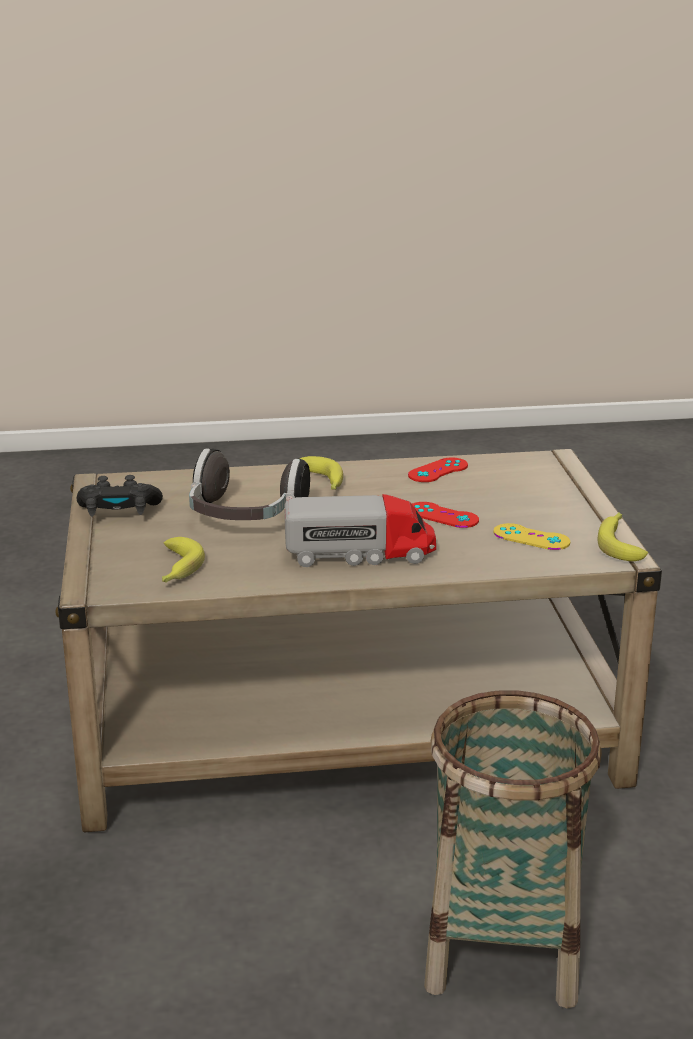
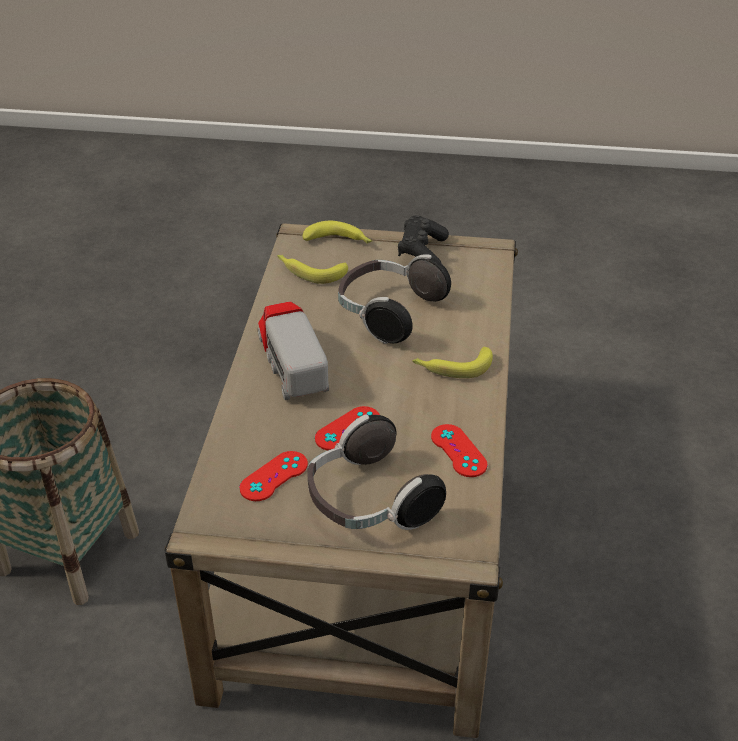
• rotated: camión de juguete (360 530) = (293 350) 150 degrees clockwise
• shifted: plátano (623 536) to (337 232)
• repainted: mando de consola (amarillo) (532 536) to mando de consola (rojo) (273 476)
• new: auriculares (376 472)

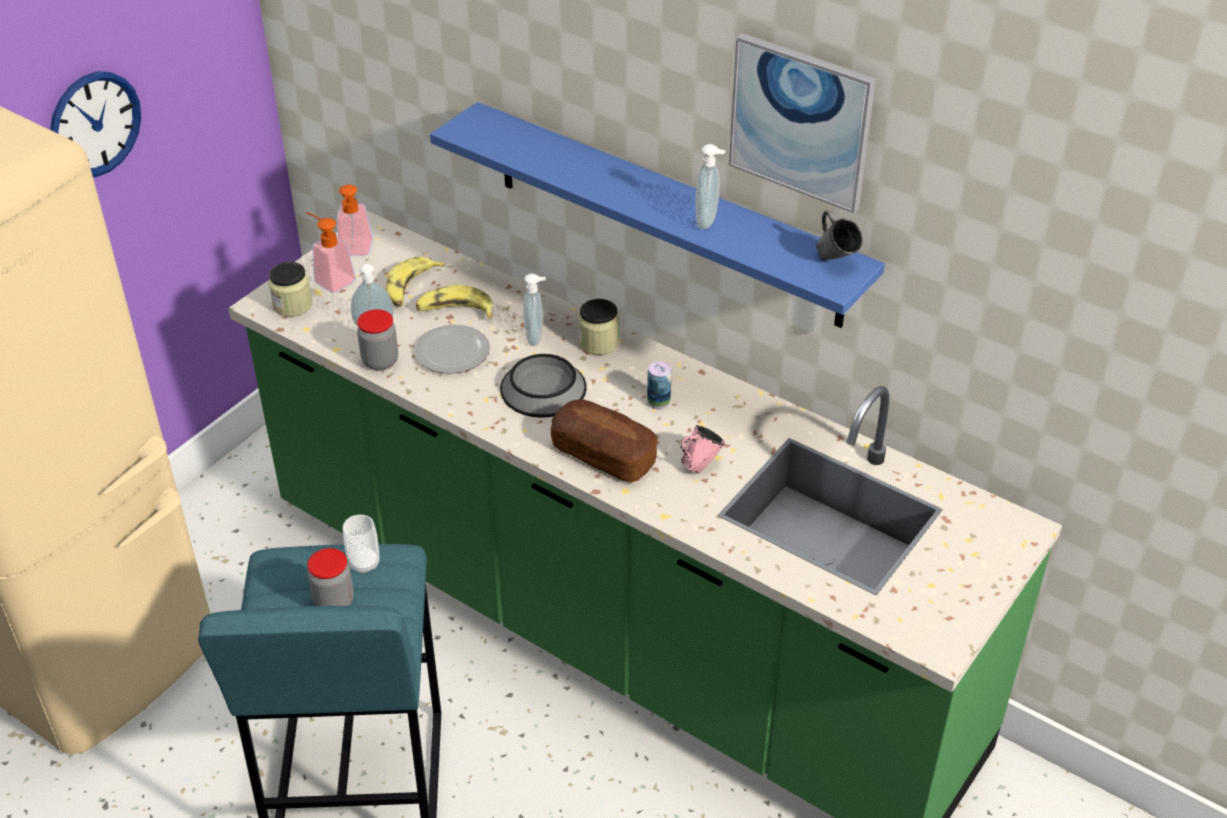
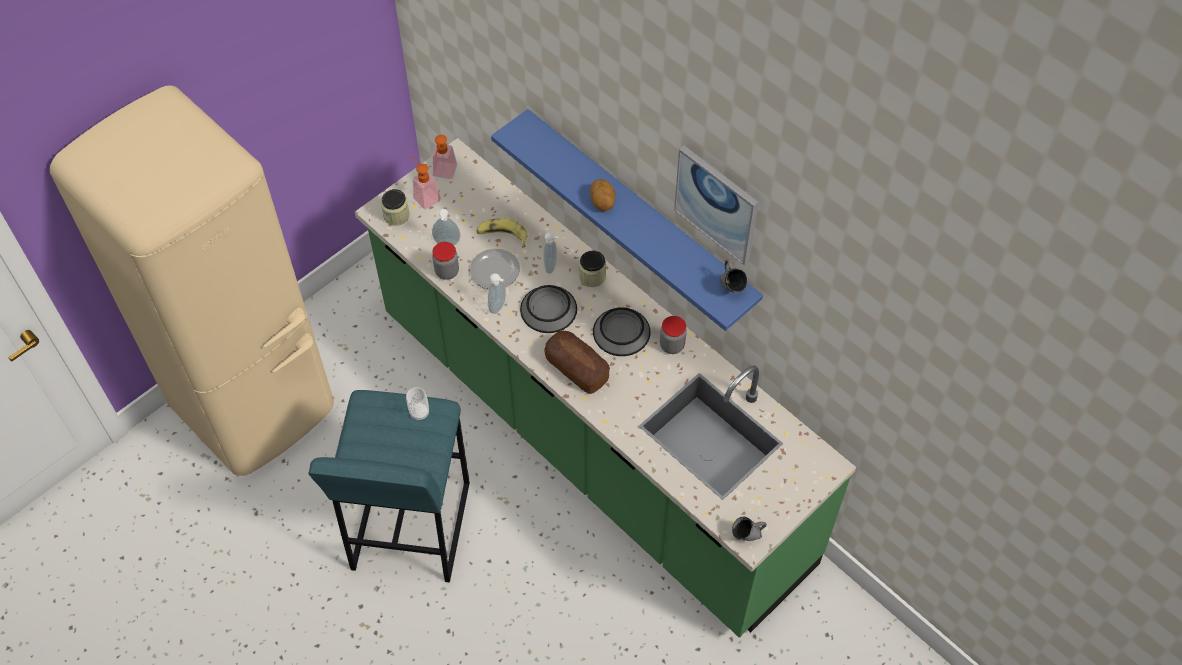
• gone: reloj de pared (95 124)
• shifted: dispensador de jabón (710 186) to (497 293)
• gone: plátano (415 281)
• swapped: lata (659 385) to cuenco (622 331)
• gone: taza grande (rosa) (703 449)
• shifted: tarro (330 577) to (673 335)
• new: patata (603 195)
• new: taza grande (gris) (749 529)

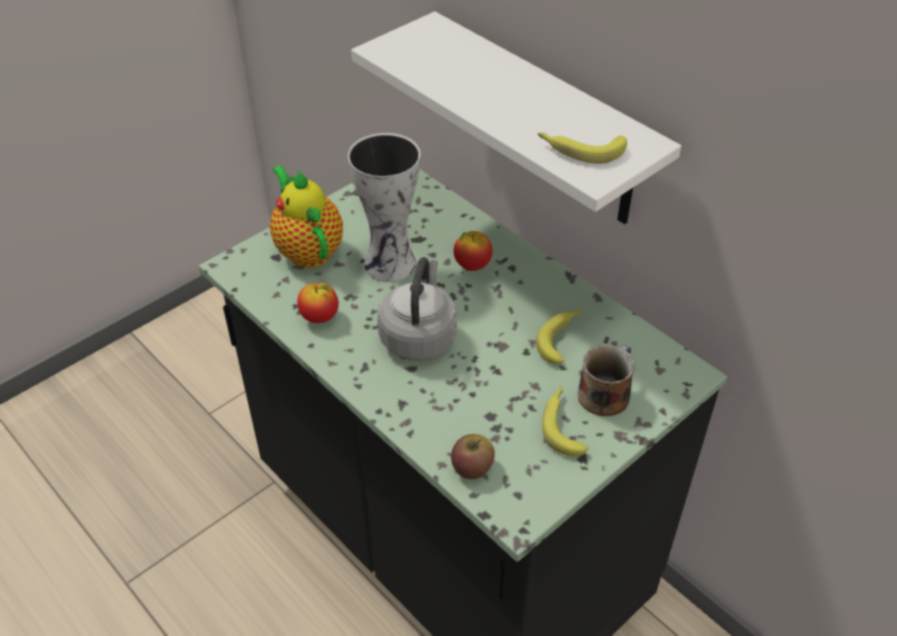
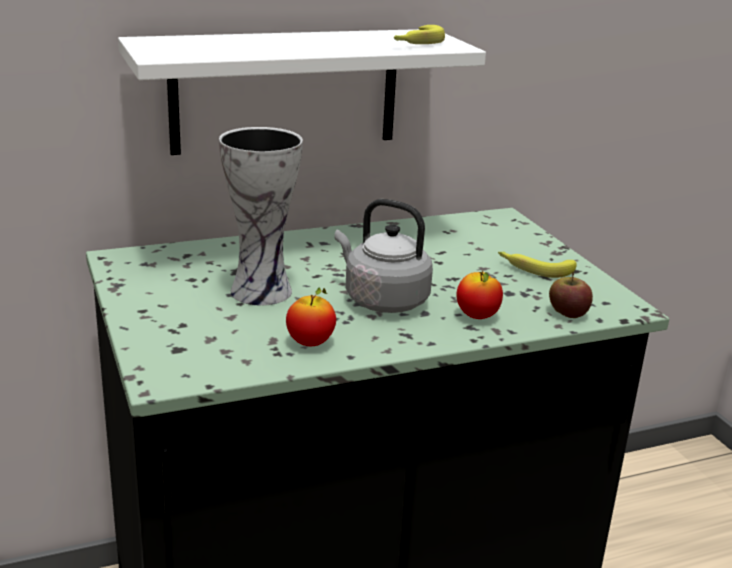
• gone: tetera (306 216)
• shifted: manzana (473 251) to (479 295)
• gone: plátano (559 336)
• gone: taza grande (606 380)

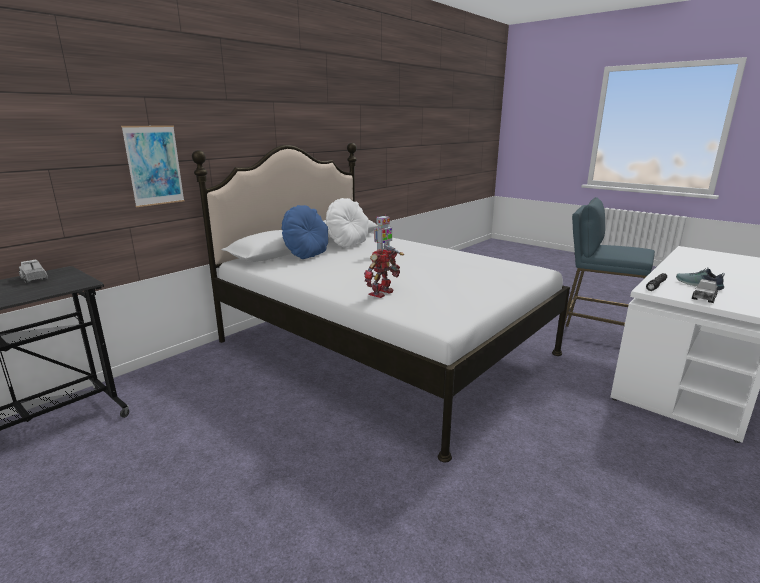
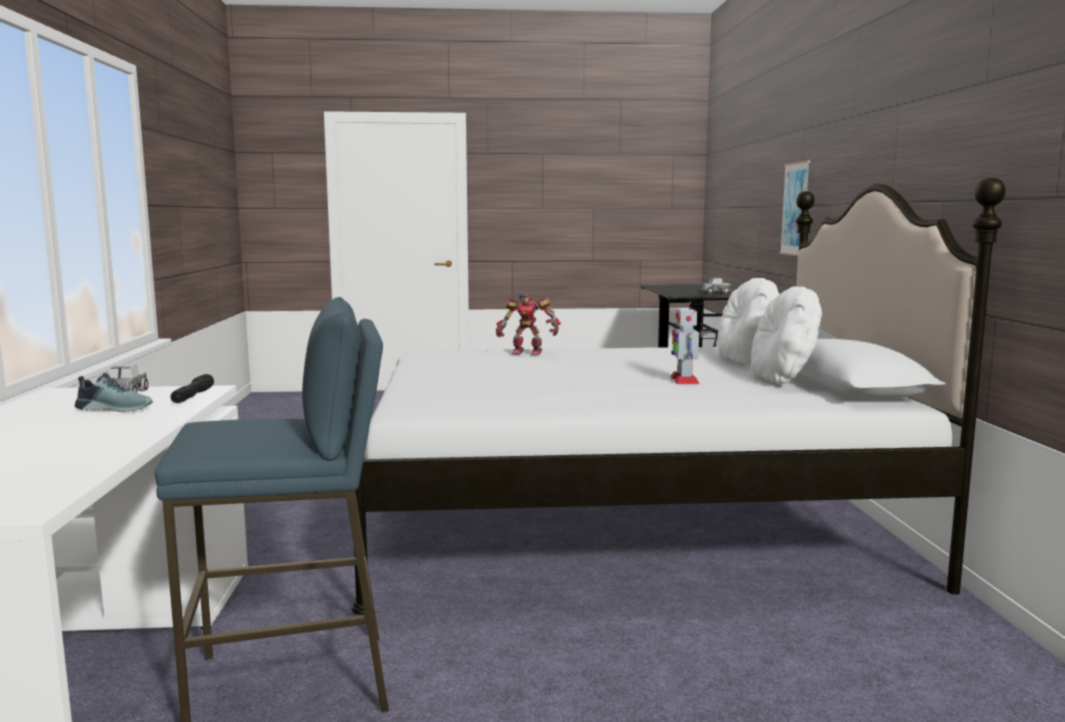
• repainted: cojín (azul) (305 232) to cojín (blanco) (748 321)
• rotated: robot de juguete (384 271) = (528 323) 105 degrees clockwise

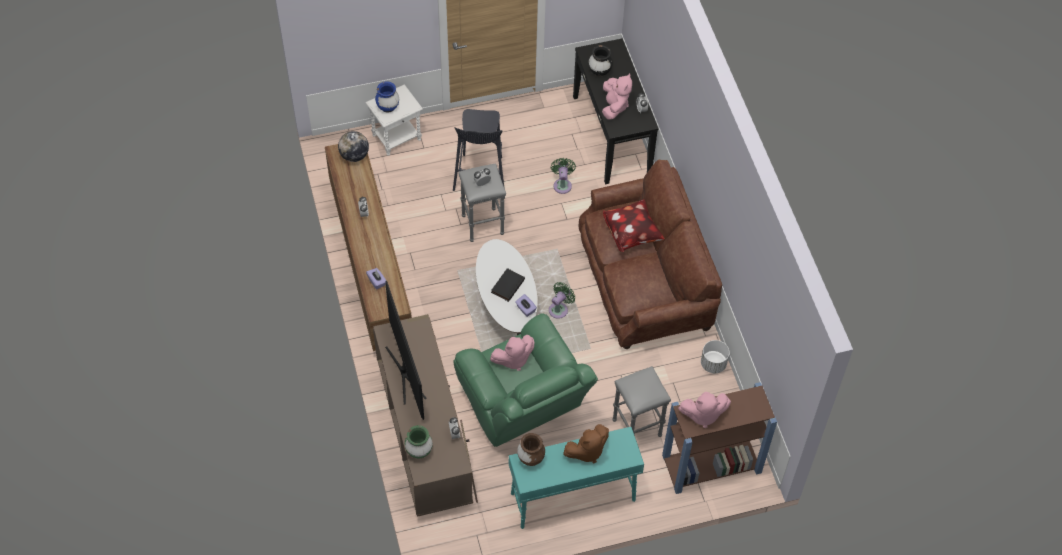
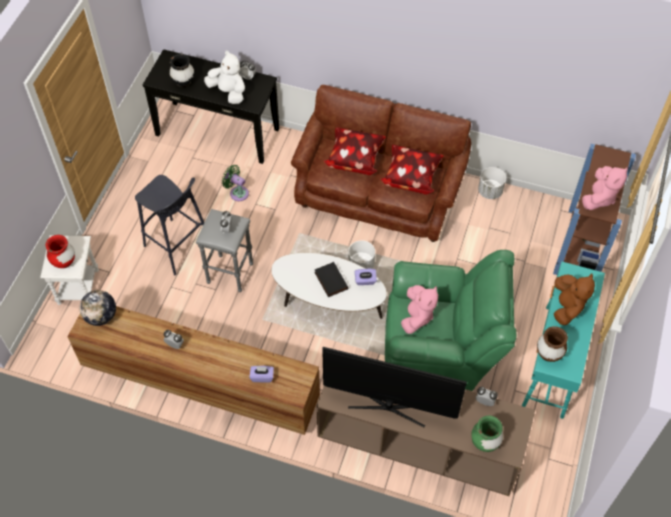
• repainted: peluche (rosa) (617 96) to peluche (blanco) (224 77)
• repainted: florero (azul) (387 97) to florero (rojo) (60 251)
• swapped: ventilador (verde) (562 300) to maceta (blanco) (361 254)
• gone: taburete (gris) (642 401)
• new: cojín (412 170)

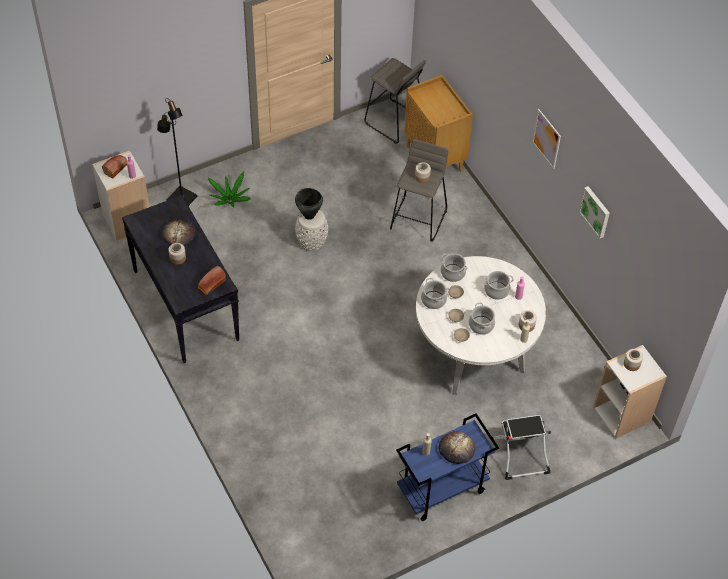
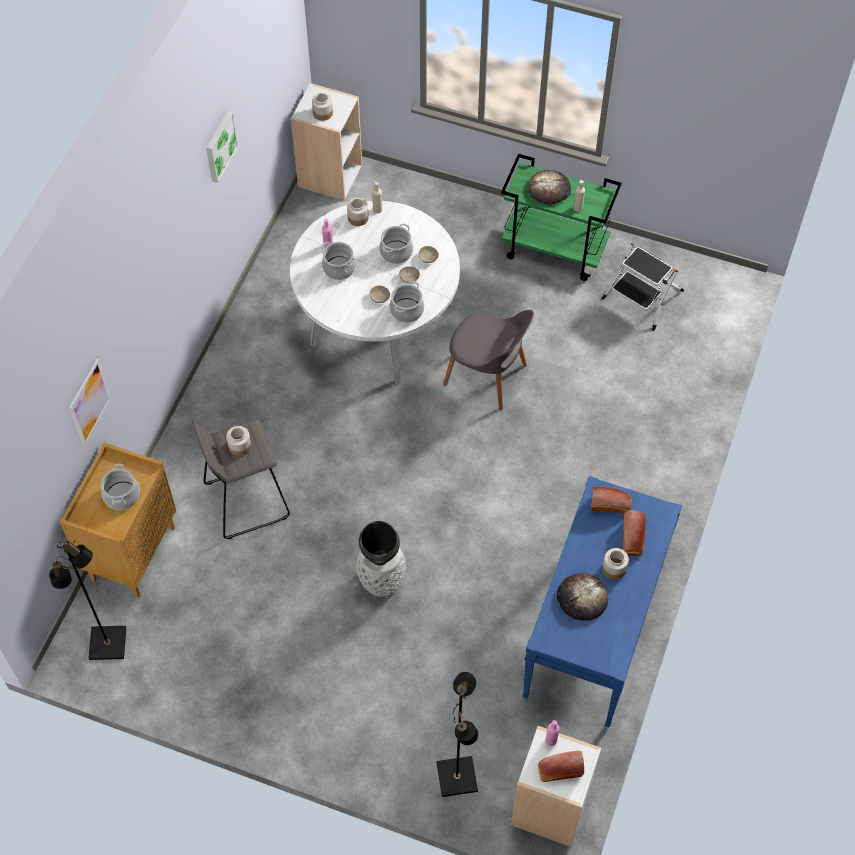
• swapped: taburete (gris) (395 101) to lámpara de pie (negro) (87 600)
• shifted: cuadro (546 139) to (90 402)
• gone: planta en maceta (229 189)
• repainted: mesa consola (negro) (181 279) to mesa consola (azul) (602 601)
• shifted: olla (454 267) to (120 487)
• repainted: carrito (azul) (447 467) to carrito (verde) (561 217)
• shifted: escalera de tijera (521 447) to (642 287)
• new: silla (gris) (488 360)
• new: pan (634 533)

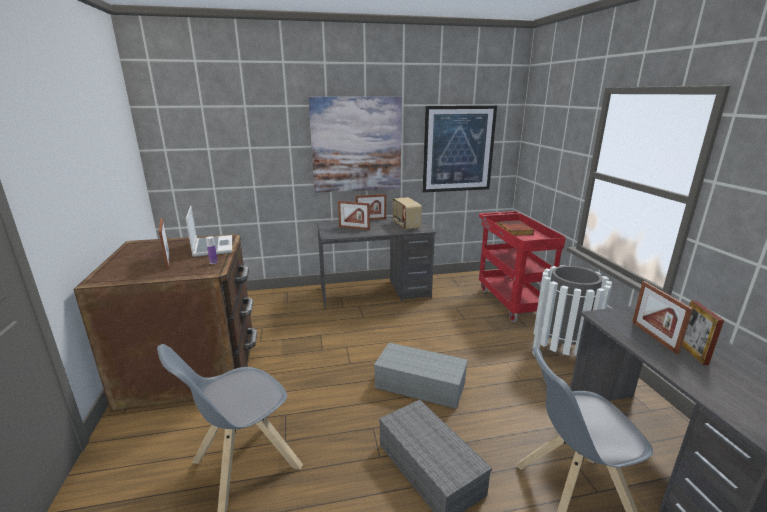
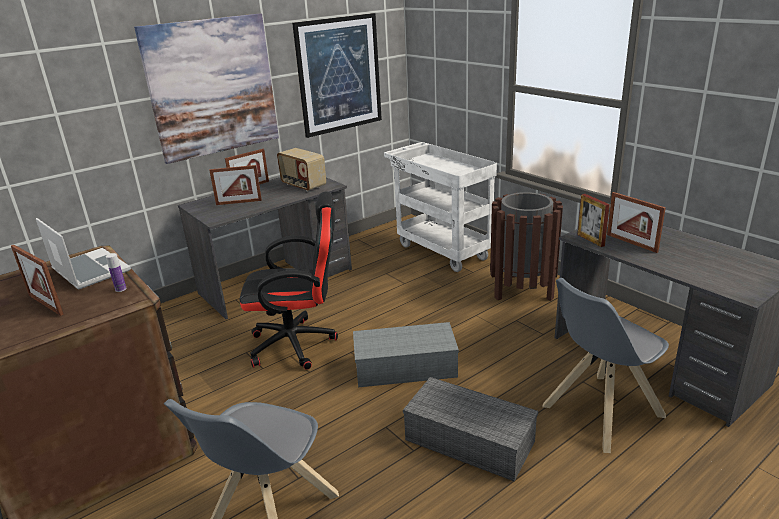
• repainted: carrito (rojo) (522 266) to carrito (blanco) (440 207)
• gone: libro (515 228)
• repainted: papelera (blanco) (572 310) to papelera (marrón) (526 246)
• shifted: portarretratos (703 333) to (593 220)
• new: silla de oficina (negro) (289 281)

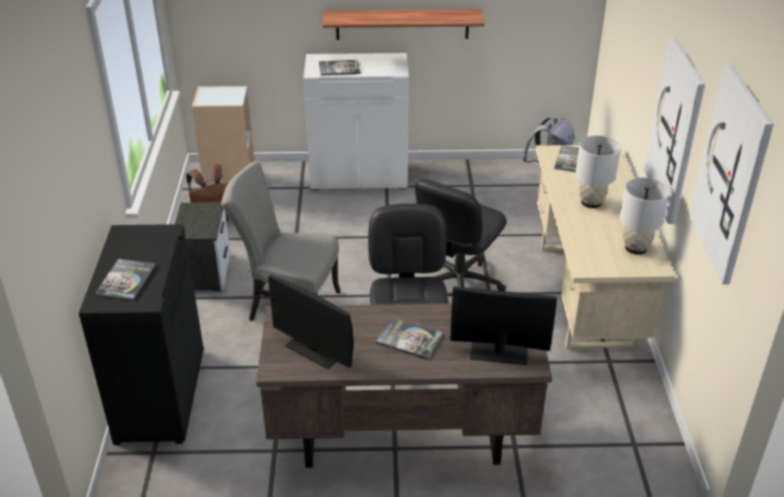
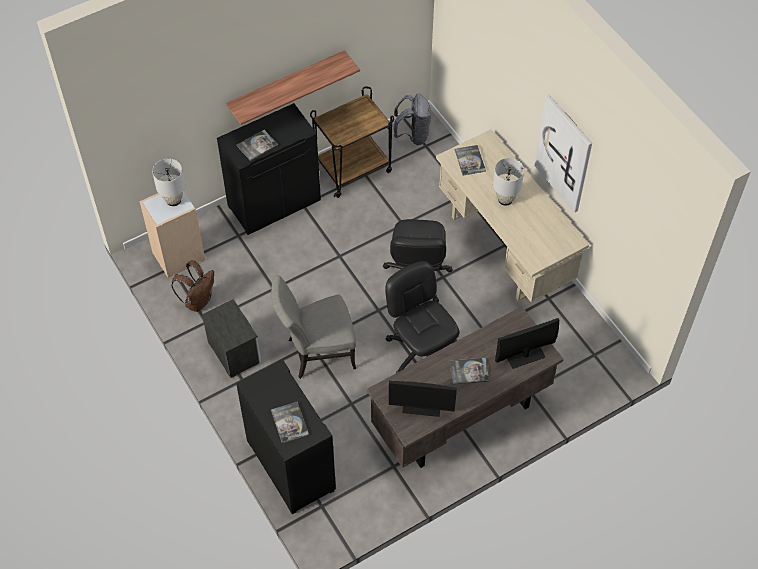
• repainted: armario (blanco) (356 121) to armario (negro) (269 169)
• gone: cuadro (731 175)
• shifted: lámpara de mesa (blanco) (645 216) to (168 182)
• new: carrito (marrón) (352 142)

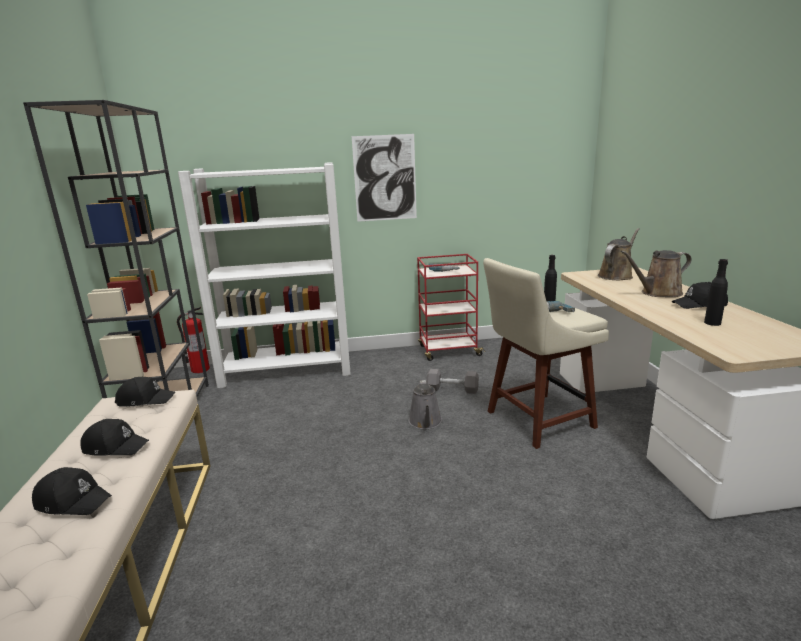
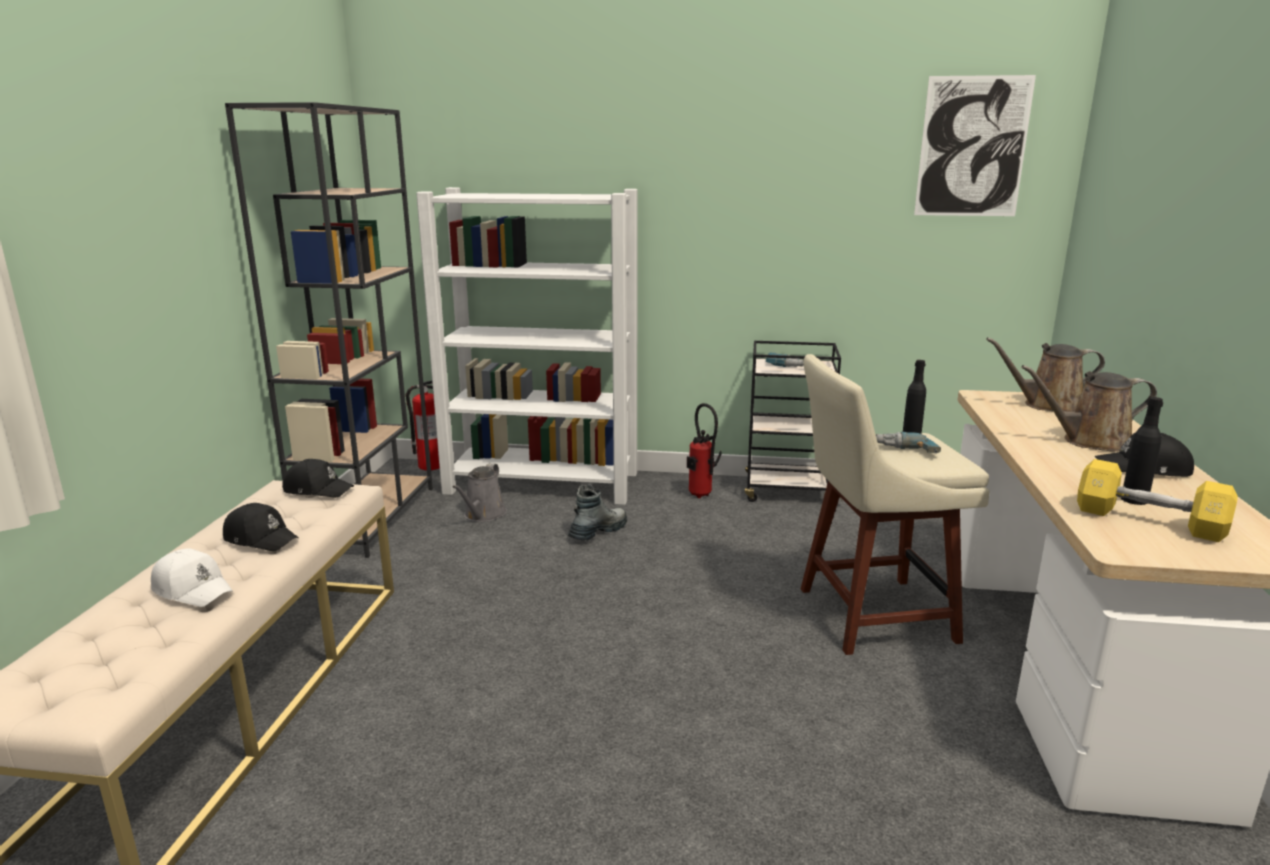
• shifted: cuadro (384 178) to (975 145)
• rotated: regadera (marrón) (619 254) = (1045 374) 150 degrees counterclockwise
• repainted: carrito (rojo) (451 307) to carrito (negro) (793 421)
• gone: mancuerna (gris) (452 381)
• shifted: regadera (gris) (425 404) to (480 493)
• repainted: gorra (negro) (72 491) to gorra (blanco) (192 577)
• new: extintor (704 450)
• new: mancuerna (amarillo) (1157 500)
• new: bota (597 512)

